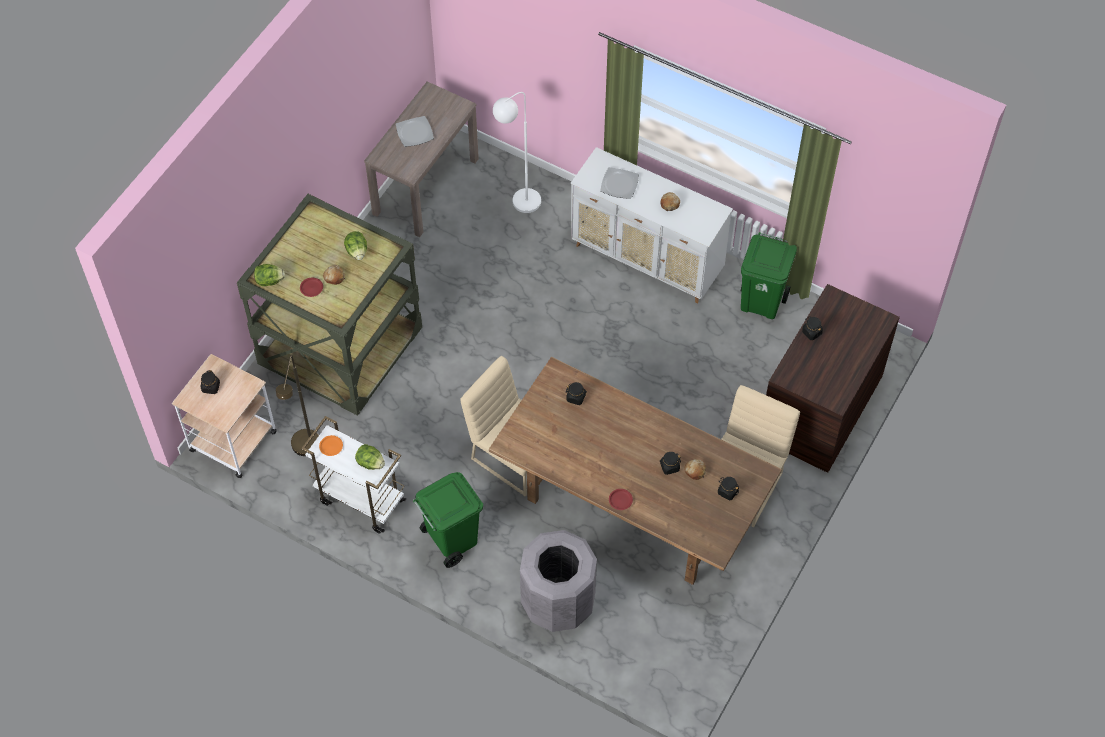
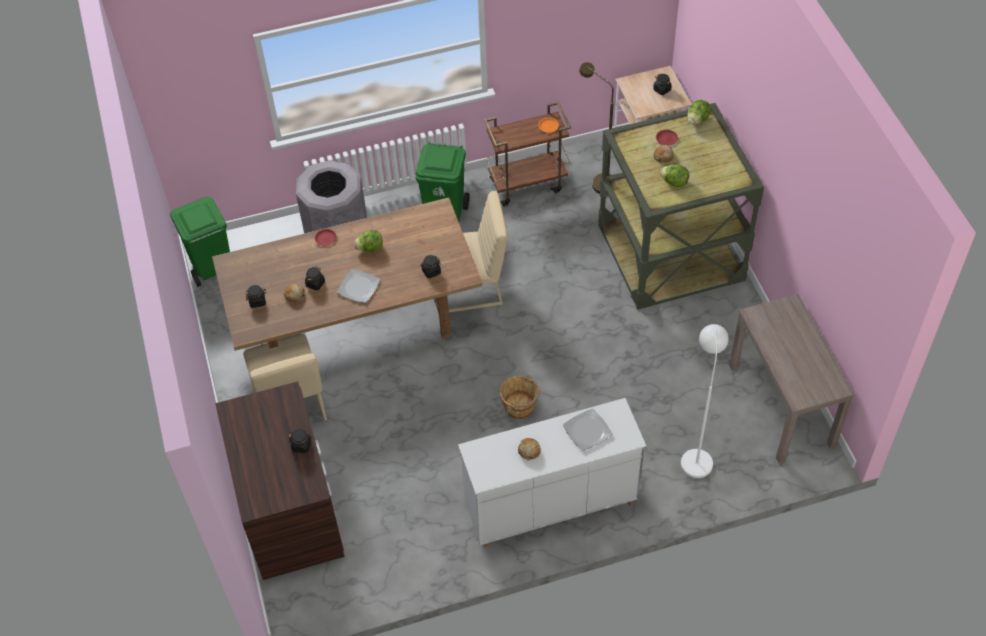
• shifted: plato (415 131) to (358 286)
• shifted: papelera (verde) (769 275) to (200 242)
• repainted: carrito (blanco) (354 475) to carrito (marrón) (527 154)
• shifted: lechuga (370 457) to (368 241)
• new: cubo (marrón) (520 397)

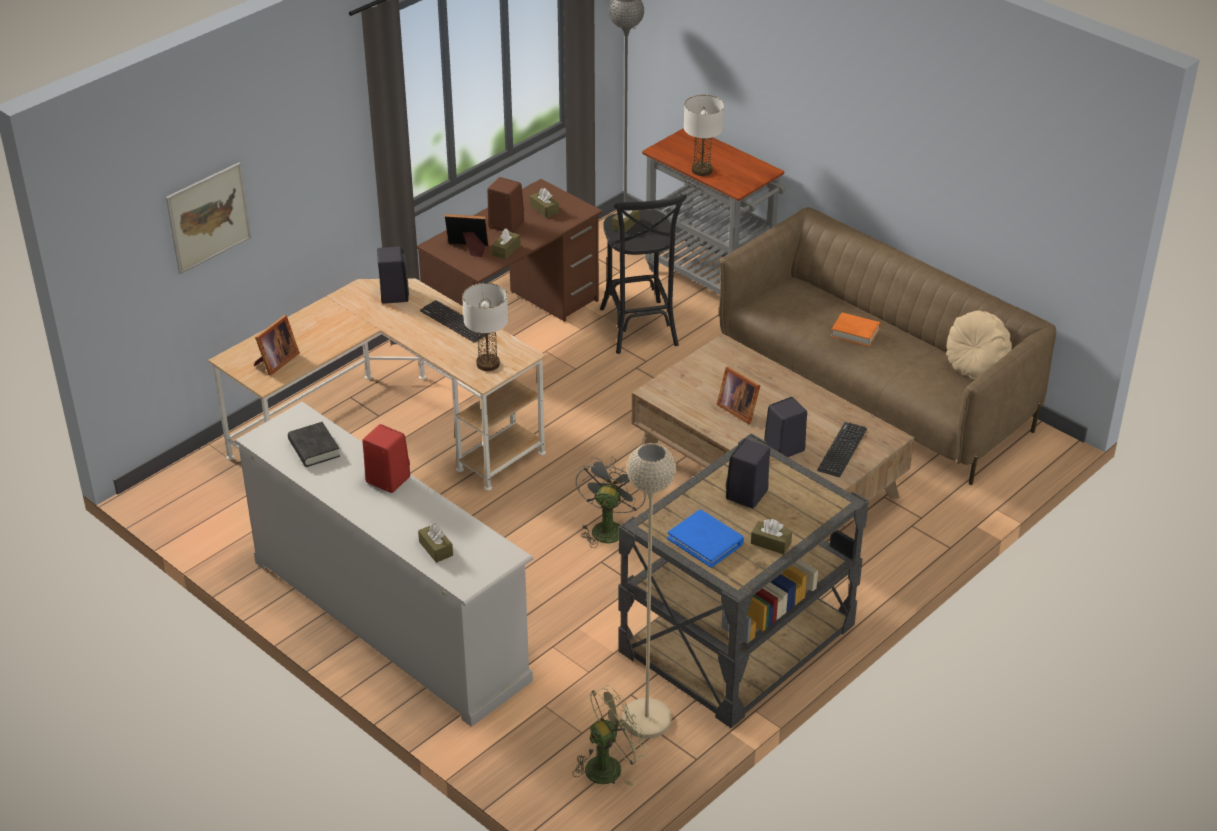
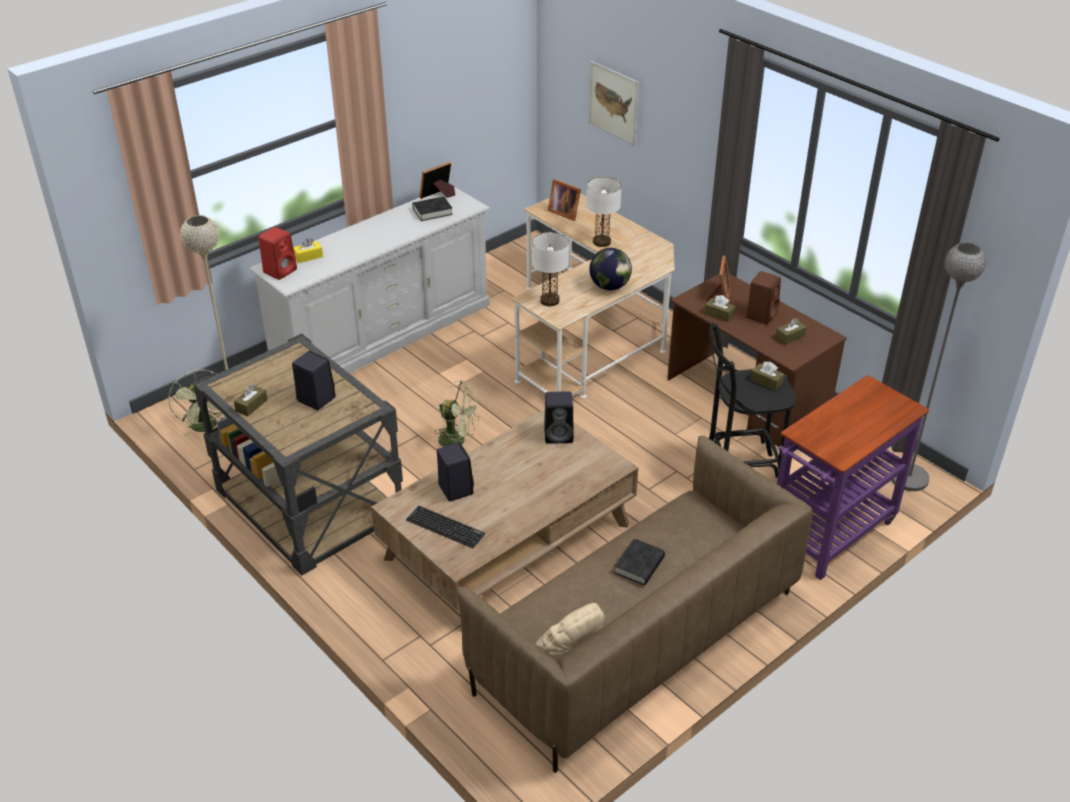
• shifted: lámpara de mesa (704 135) to (604 212)
• repainted: carrito (gris) (714 211) to carrito (morado) (853 477)
• shifted: altavoz (negro) (393 275) to (559 417)
• swapped: teclado (455 321) to globo terráqueo (610 269)
• repainted: libro (naranja) (856 329) to libro (negro) (639 562)
• shifted: portarretratos (739 395) to (437 180)
• shifted: altavoz (rojo) (386 458) to (277 253)
• repainted: ventilador (gris) (611 502) to ventilador (verde) (457 413)
• gone: libro (azul) (706 538)
• repainted: caja de pañuelos (marrón) (435 543) to caja de pañuelos (amarillo) (308 250)

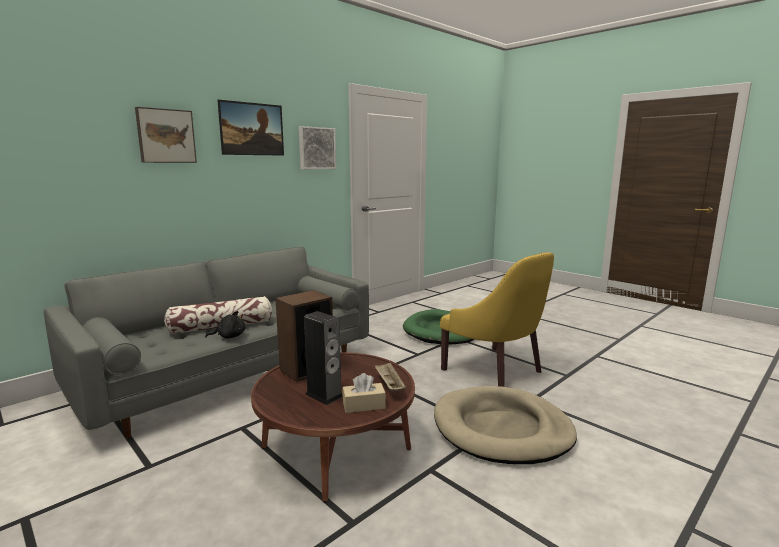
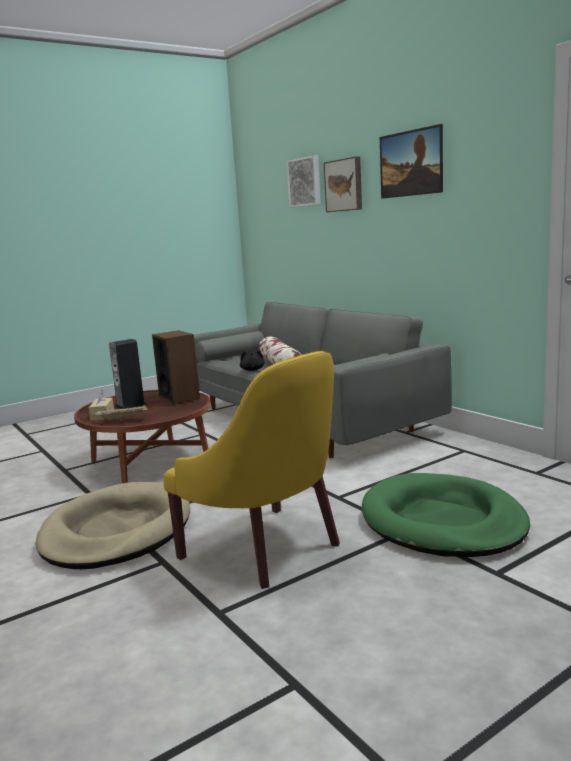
• shifted: cuadro (317 147) to (304 181)
• rotated: sillón (amarillo) (497 319) = (252 470) 105 degrees counterclockwise

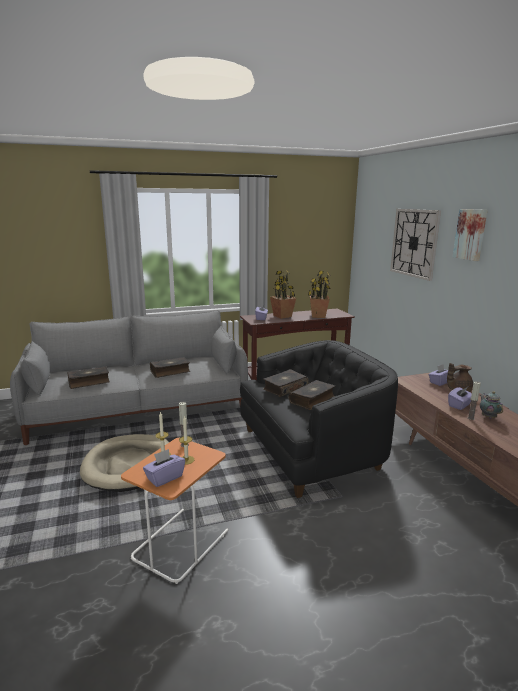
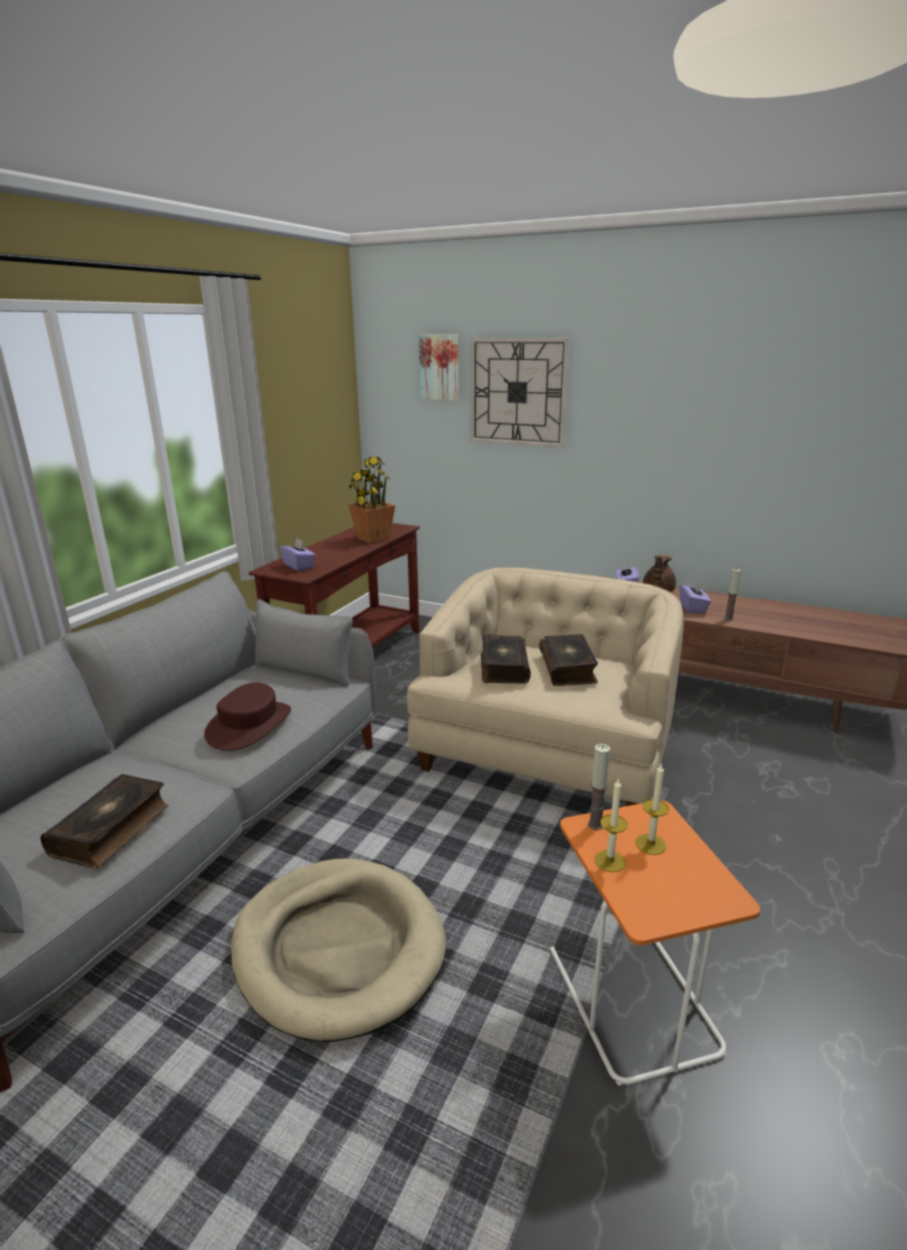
• shifted: cuadro (470 235) to (439 367)
• gone: planta en maceta (283 294)
• repainted: sillón (negro) (319 419) to sillón (beis) (545 686)
• swapped: libro (170 367) to sombrero (marrón) (247 716)
• gone: tetera (491 405)
• gone: caja de pañuelos (morado) (164 468)

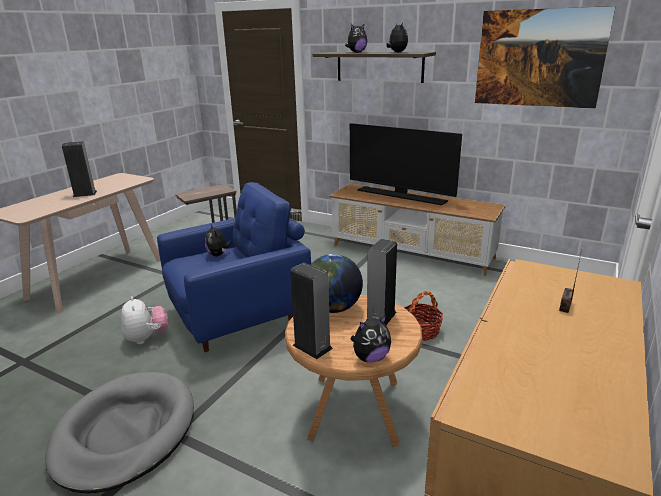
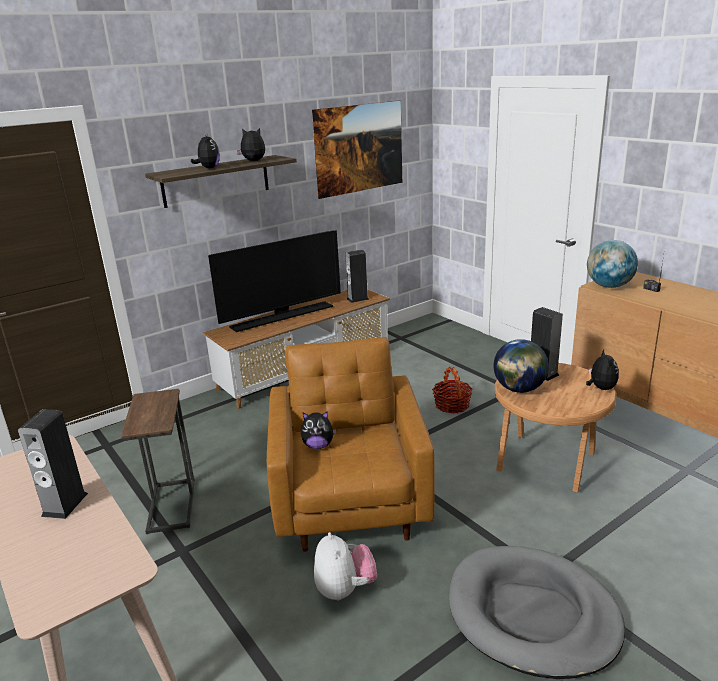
• repainted: sillón (azul) (234 267) to sillón (marrón) (350 444)
• shifted: altavoz (312 311) to (357 276)
• rotated: peluche (145 320) = (345 566) 75 degrees clockwise
• new: globo terráqueo (612 264)

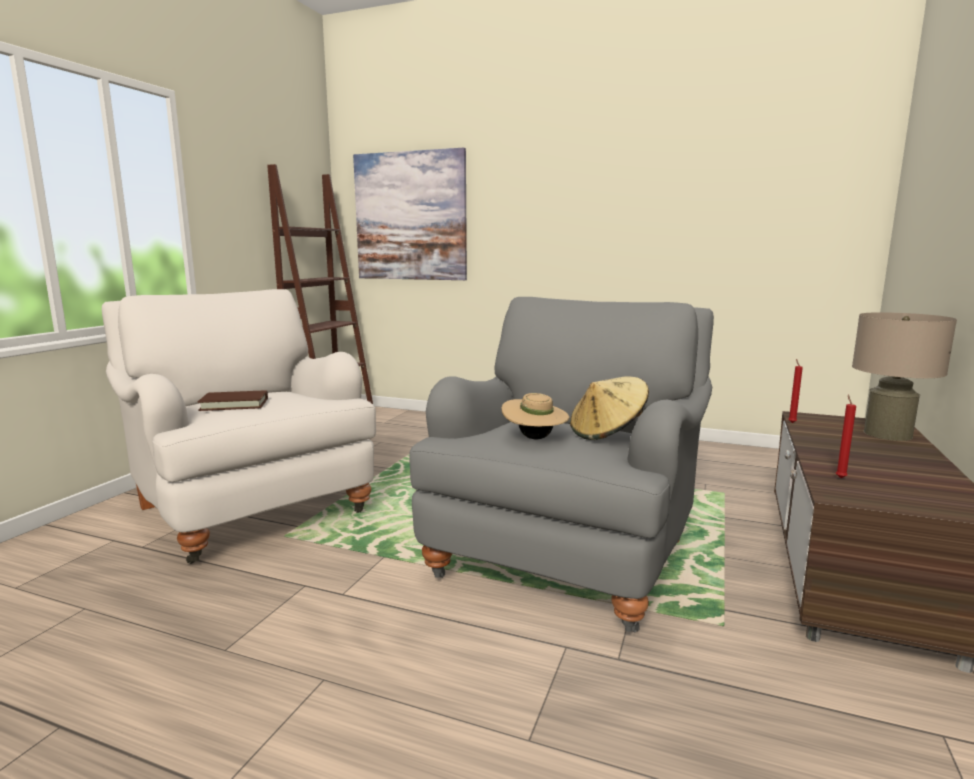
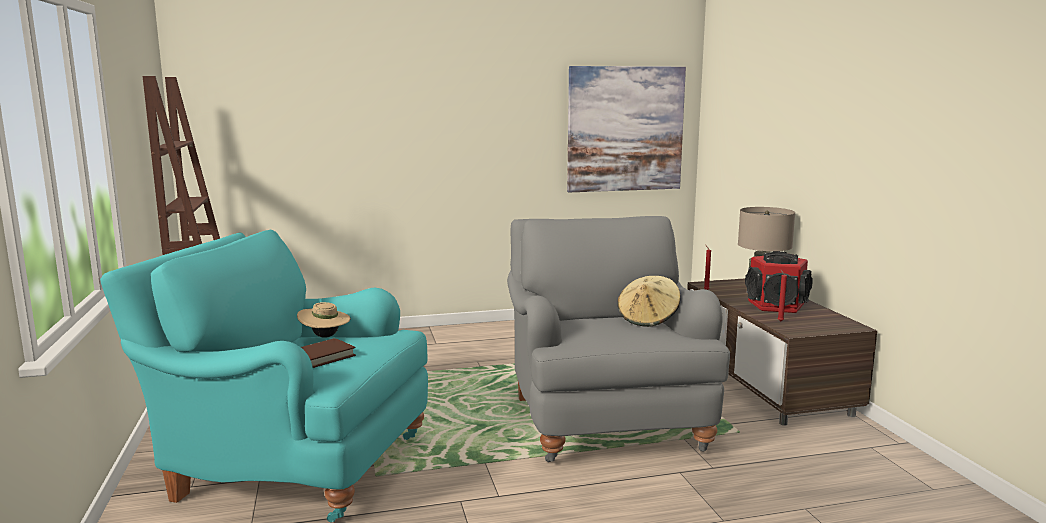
• shifted: cuadro (410 214) to (626 129)
• repainted: sillón (blanco) (239 426) to sillón (turquesa) (264 376)
• shifted: sombrero (beis) (535 416) to (324 320)
• new: altavoz (779 282)

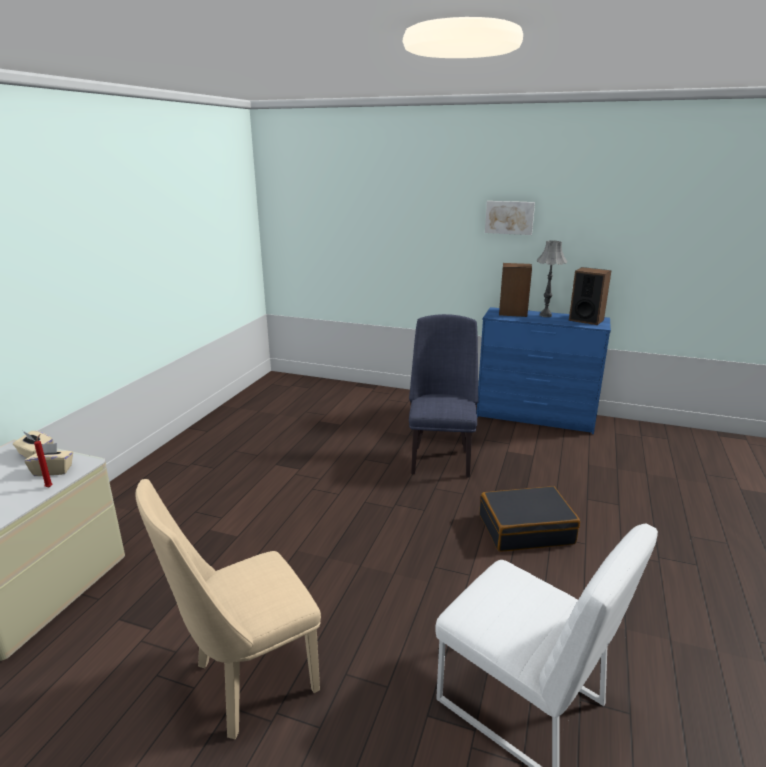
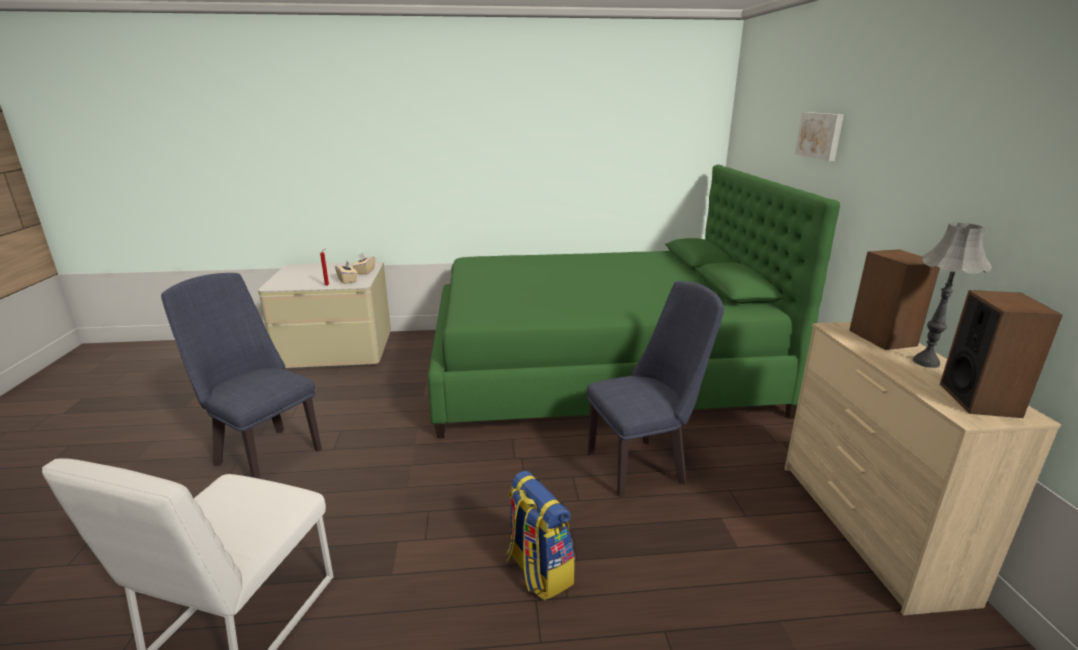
• shifted: cuadro (510 218) to (819 136)
• repainted: cómoda (azul) (544 370) to cómoda (beis) (923 469)
• repainted: silla (beis) (228 609) to silla (azul) (241 376)
• swapped: maleta (negro) (530 519) to mochila (540 535)
• new: cama (verde) (634 301)

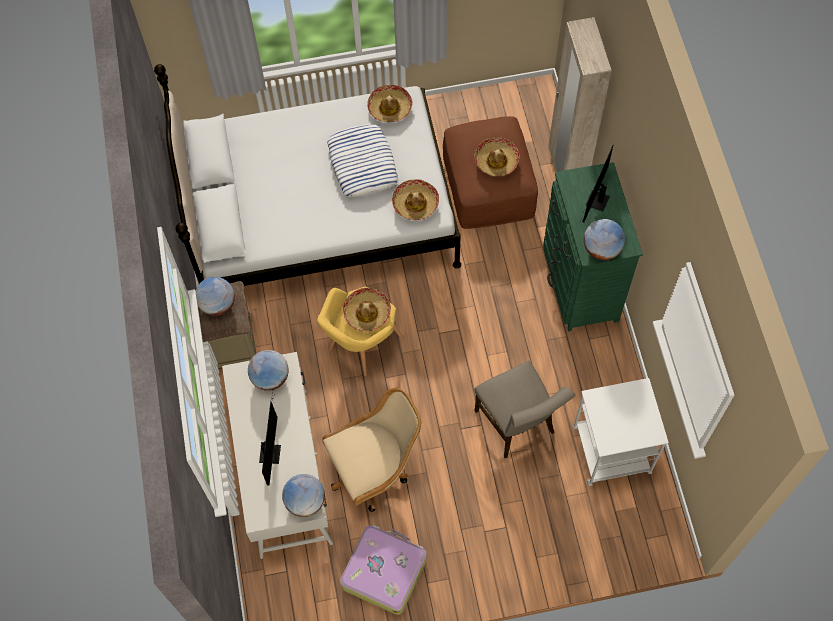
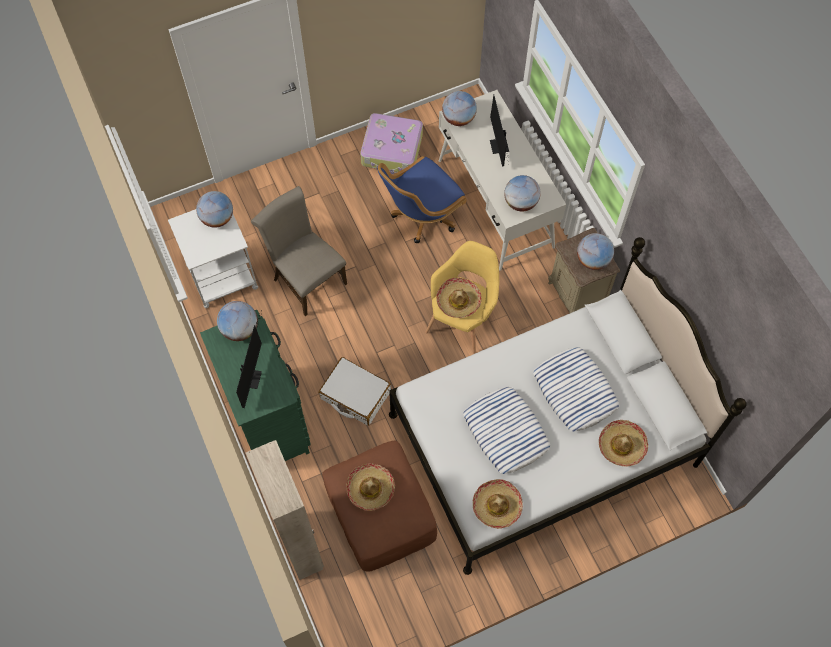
• shifted: sombrero (415 199) to (623 443)
• repainted: silla de oficina (beis) (371 450) to silla de oficina (azul) (422 199)
• new: globo terráqueo (214 209)
• new: cojín (576 389)
• new: maleta (blanco) (355 391)

